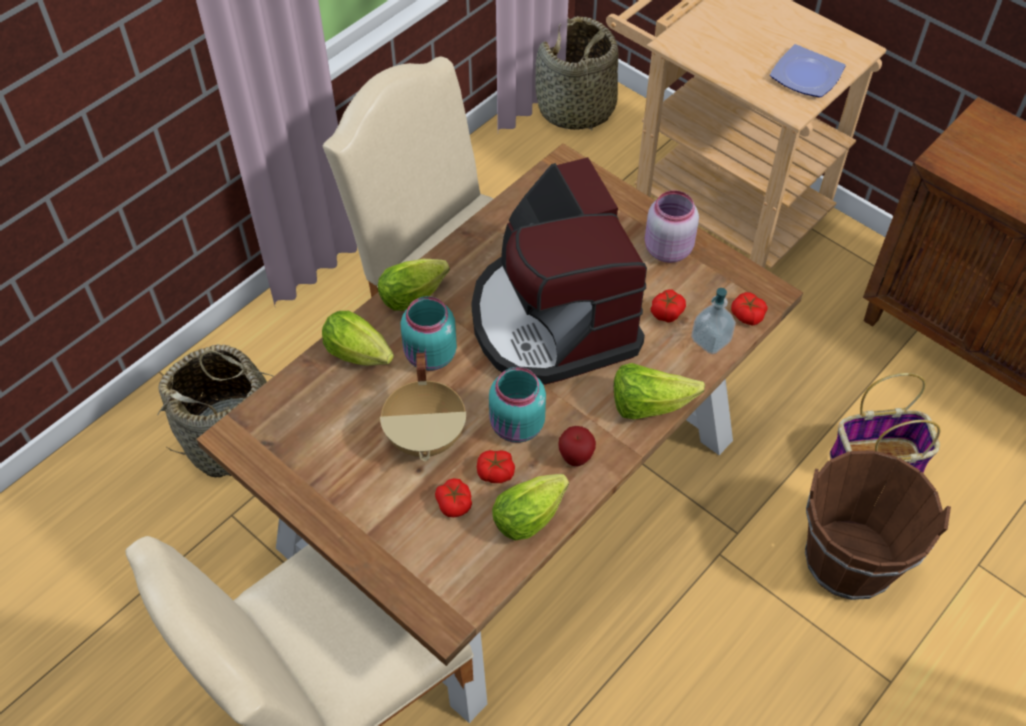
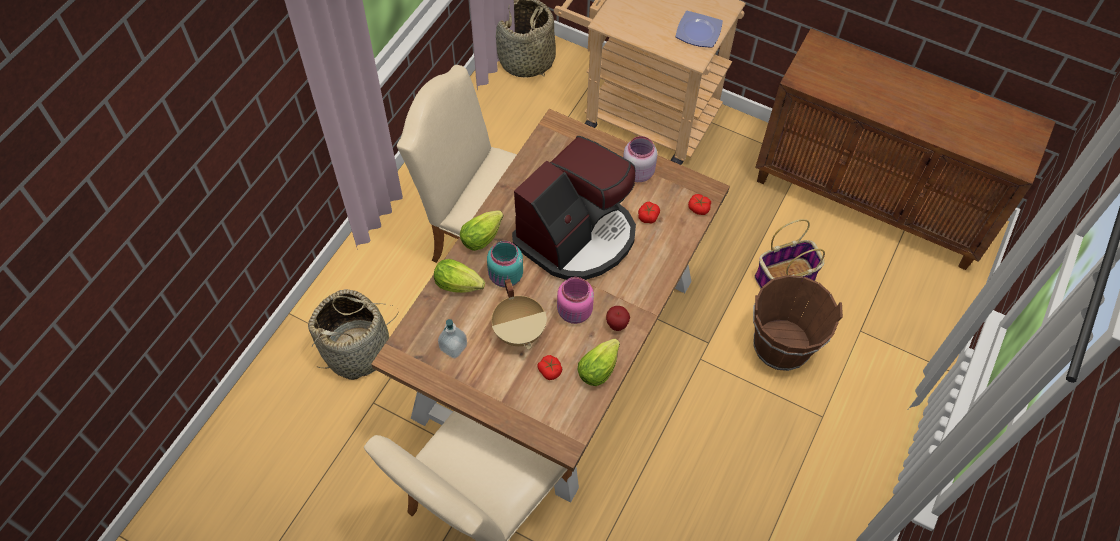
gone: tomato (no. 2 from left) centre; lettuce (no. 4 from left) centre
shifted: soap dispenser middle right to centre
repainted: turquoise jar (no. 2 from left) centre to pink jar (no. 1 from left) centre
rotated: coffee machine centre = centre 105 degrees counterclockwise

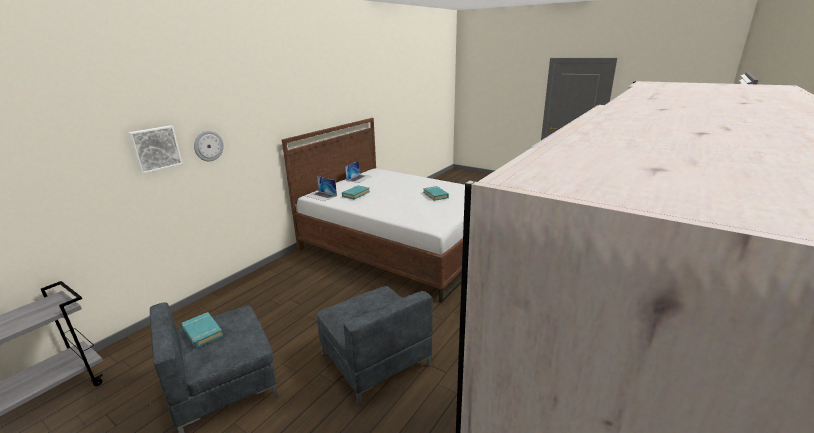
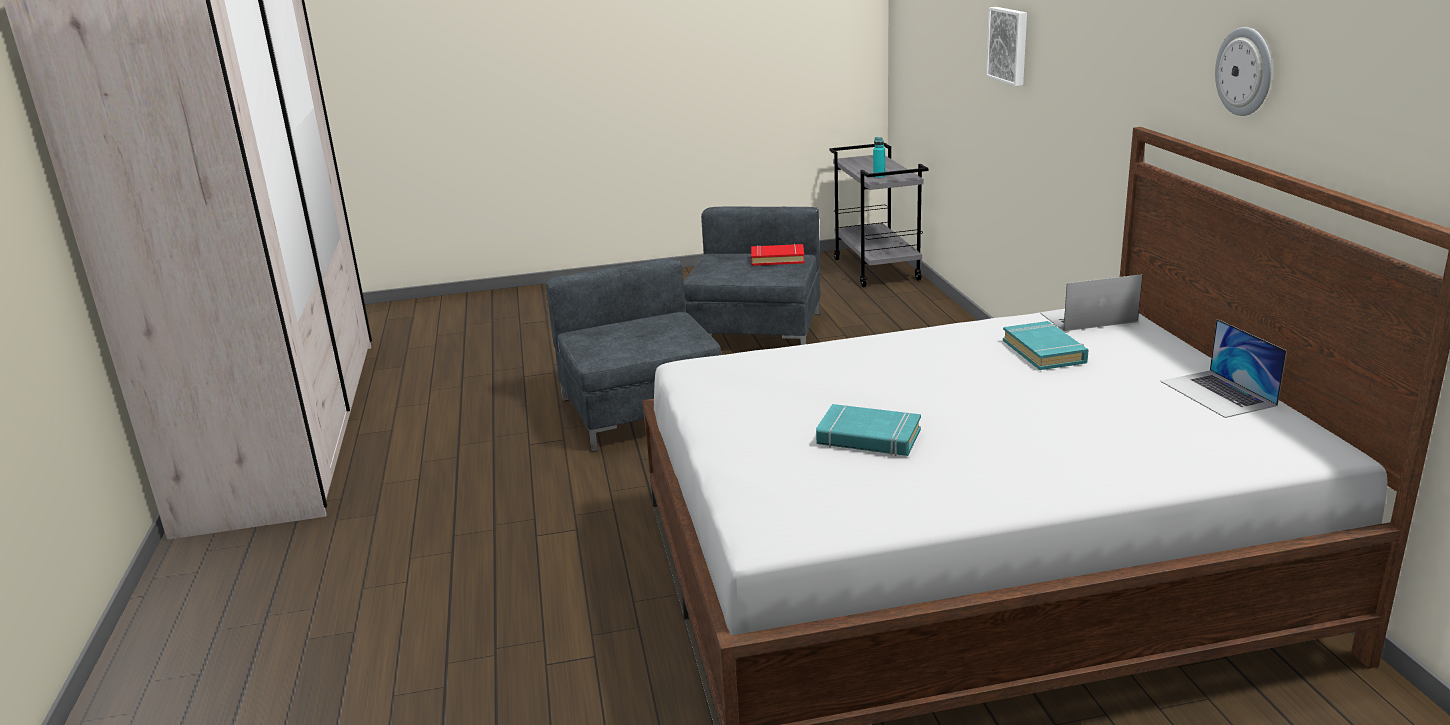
new: turquoise bottle top centre
shifted: wall clock middle left to top right
repainted: turquoise book (no. 1 from left) bottom left to red book centre
rotated: grey armchair (no. 2 from left in the first image) bottom centre = centre 60 degrees clockwise

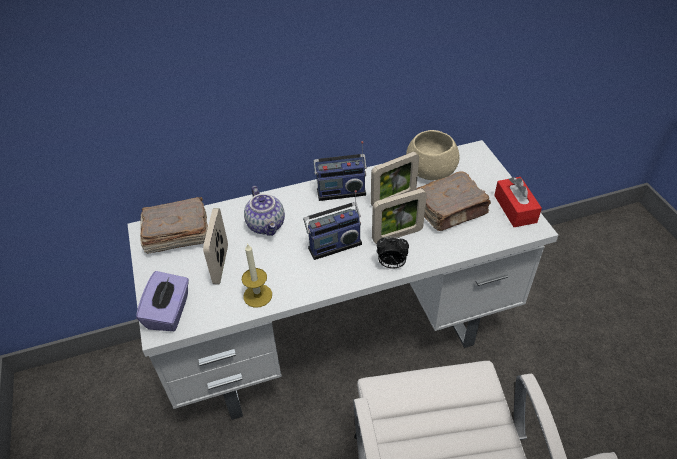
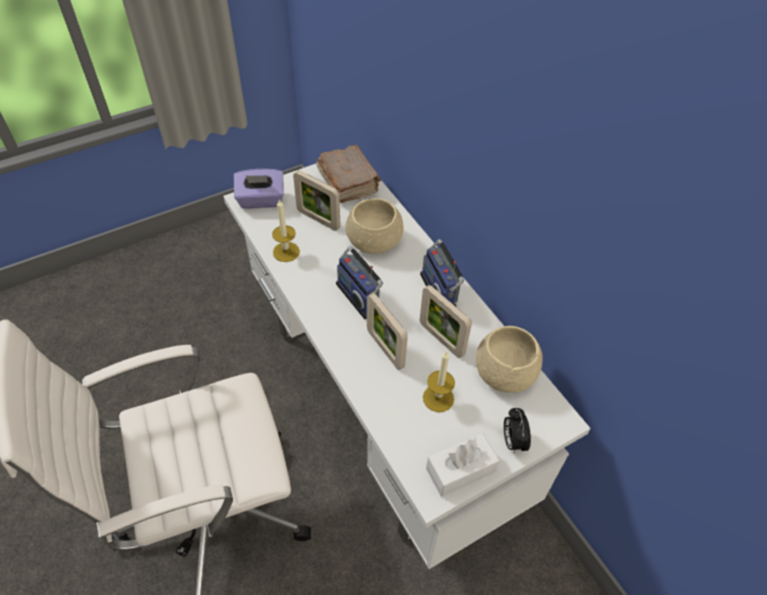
shifted: alarm clock centre to bottom right
swapped: teapot centre to beige bowl (no. 1 from left) centre; brown book (no. 2 from left) middle right to candle (no. 2 from left) centre
repainted: red tissue box middle right to white tissue box bottom centre
rotated: picture frame (no. 1 from left) middle left = centre 135 degrees counterclockwise

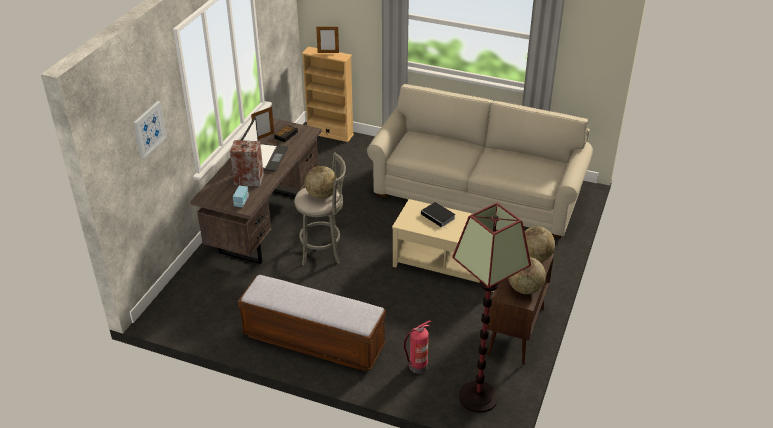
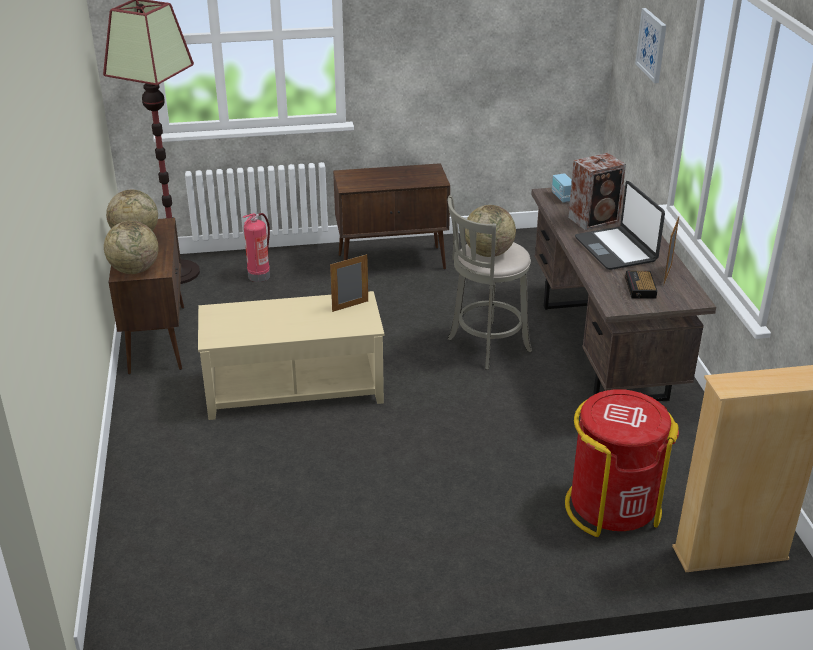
gone: beige sofa centre; book centre
new: red trash can bottom right
shifted: picture frame (no. 2 from left in the first image) top centre to picture frame (no. 1 from left) centre
swapped: bench bottom centre to brown cabinet (no. 2 from left) top centre

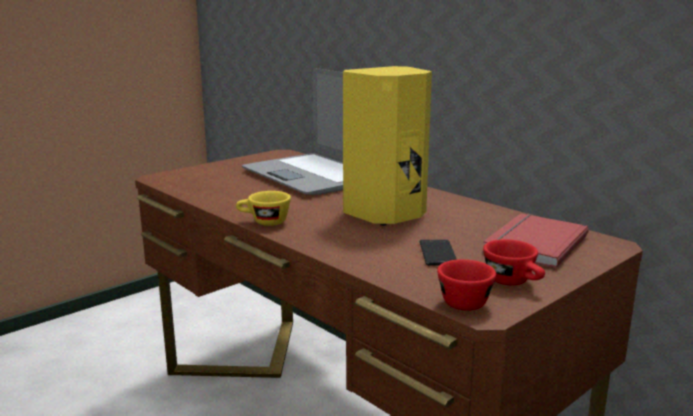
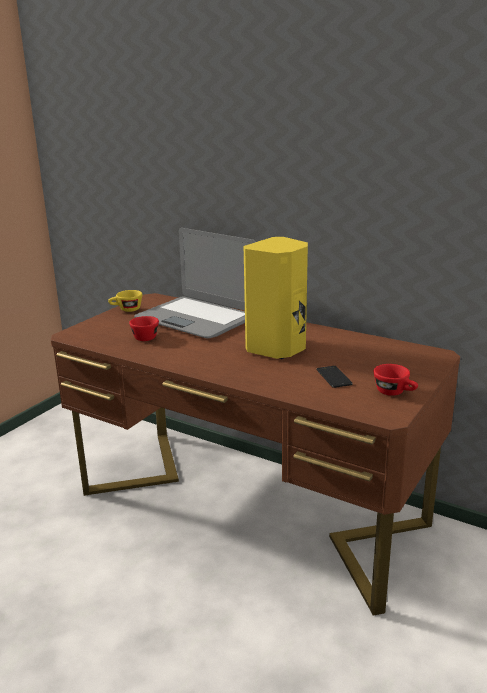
gone: red book middle right
shifted: yellow cup centre to middle left; red cup (no. 1 from left) bottom right to middle left

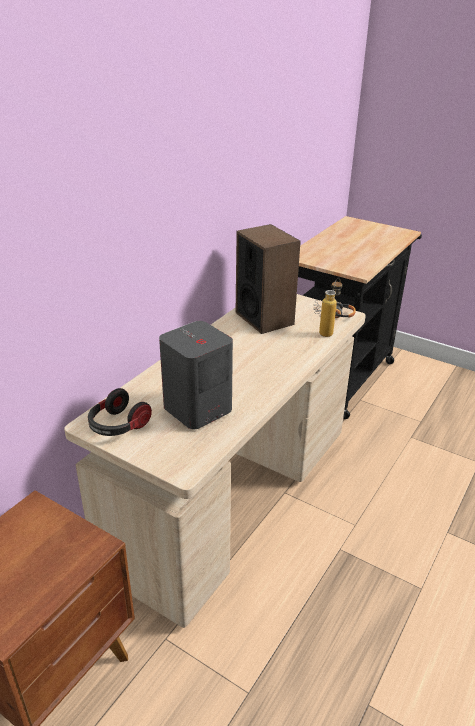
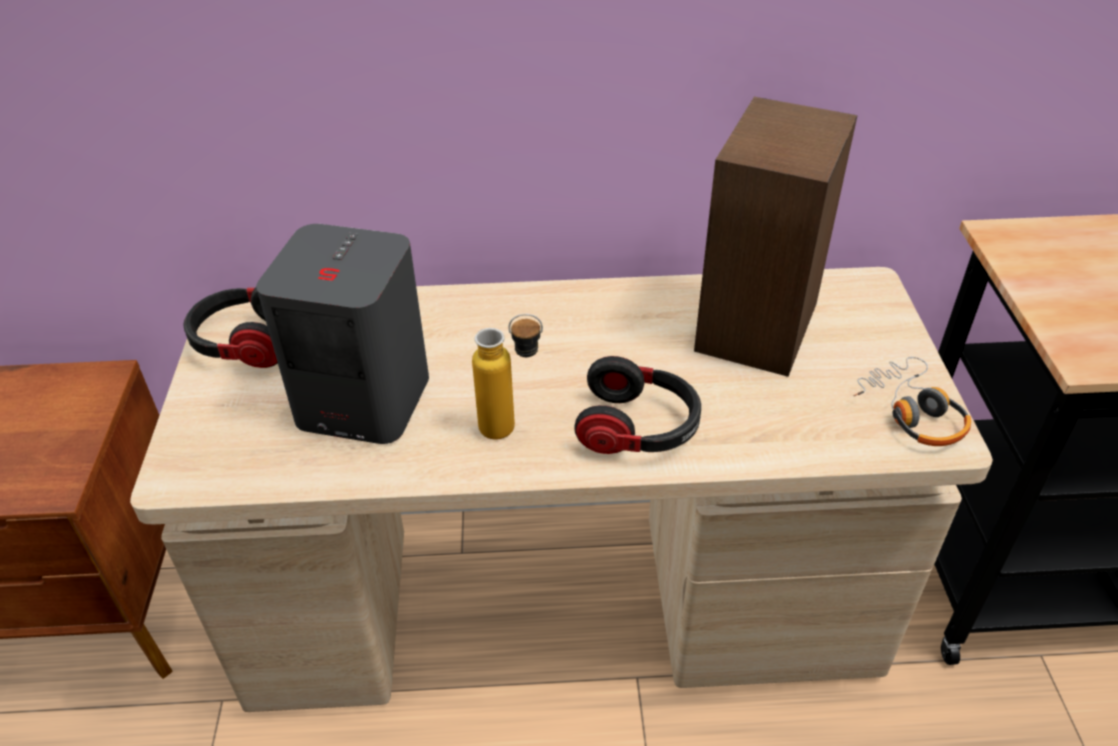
new: headphones (no. 2 from left) centre
shifted: bottle middle right to centre

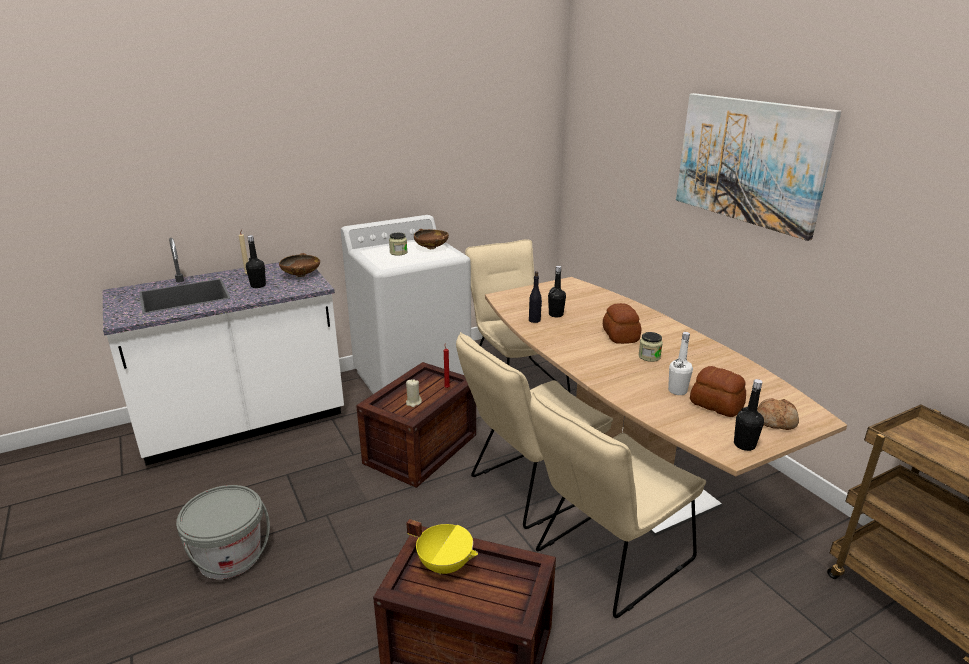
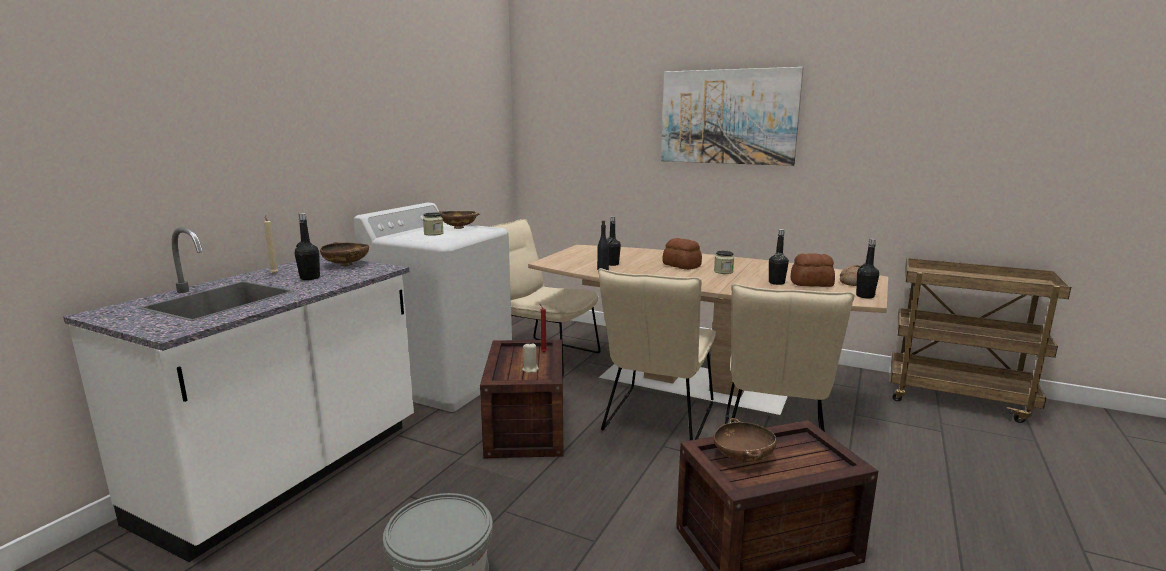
swapped: yellow cooking pot bottom centre to brown bowl (no. 3 from left) bottom centre
repainted: white bottle middle right to black bottle (no. 4 from left) middle right

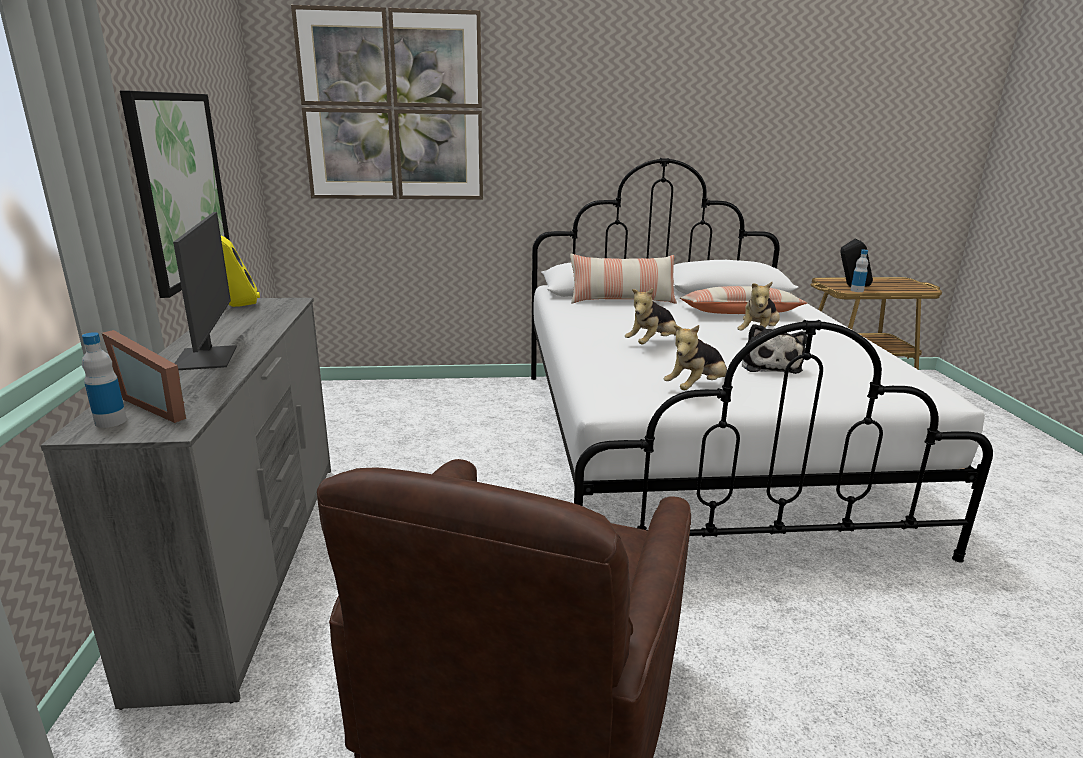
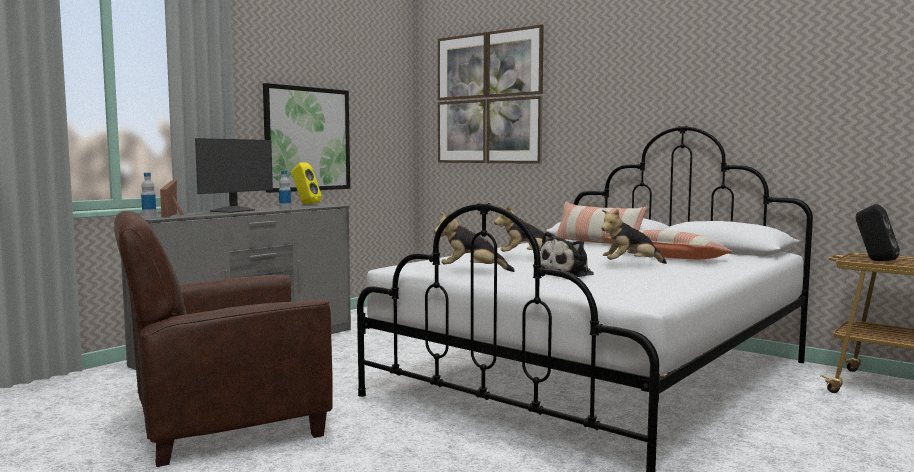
shifted: bottle (no. 2 from left) middle right to middle left

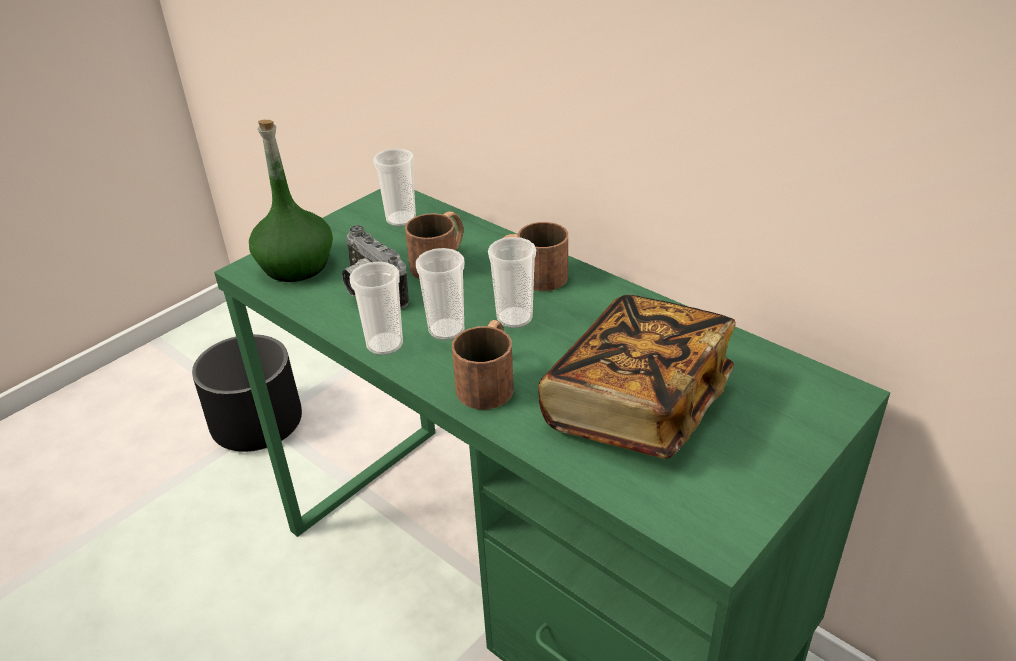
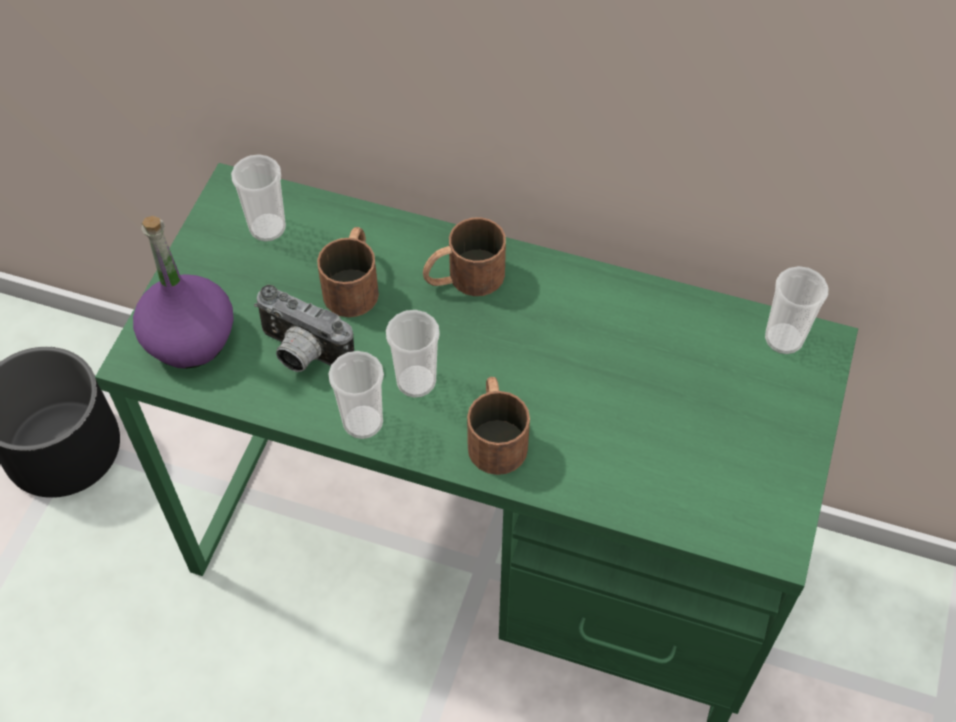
gone: book centre
shifted: cup (no. 4 from left) centre to middle right
repainted: green bottle top left to purple bottle middle left

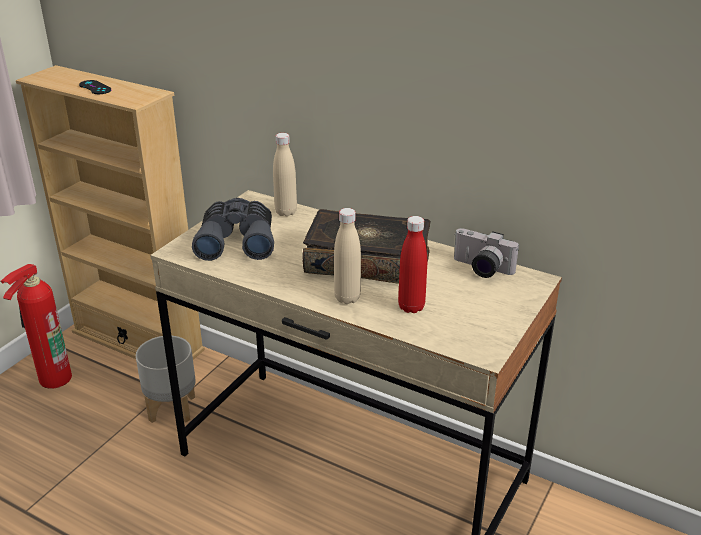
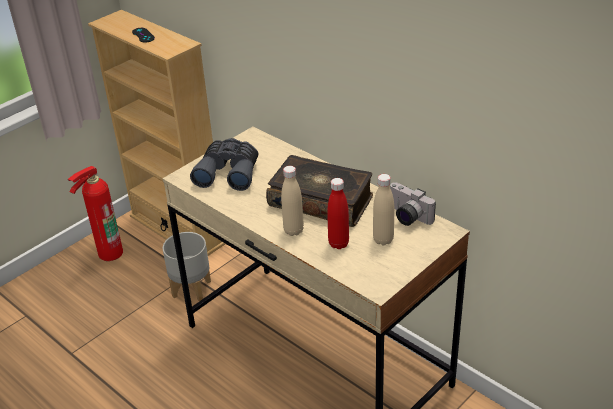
shifted: beige bottle (no. 1 from left in the first image) top centre to beige bottle (no. 2 from left) centre

